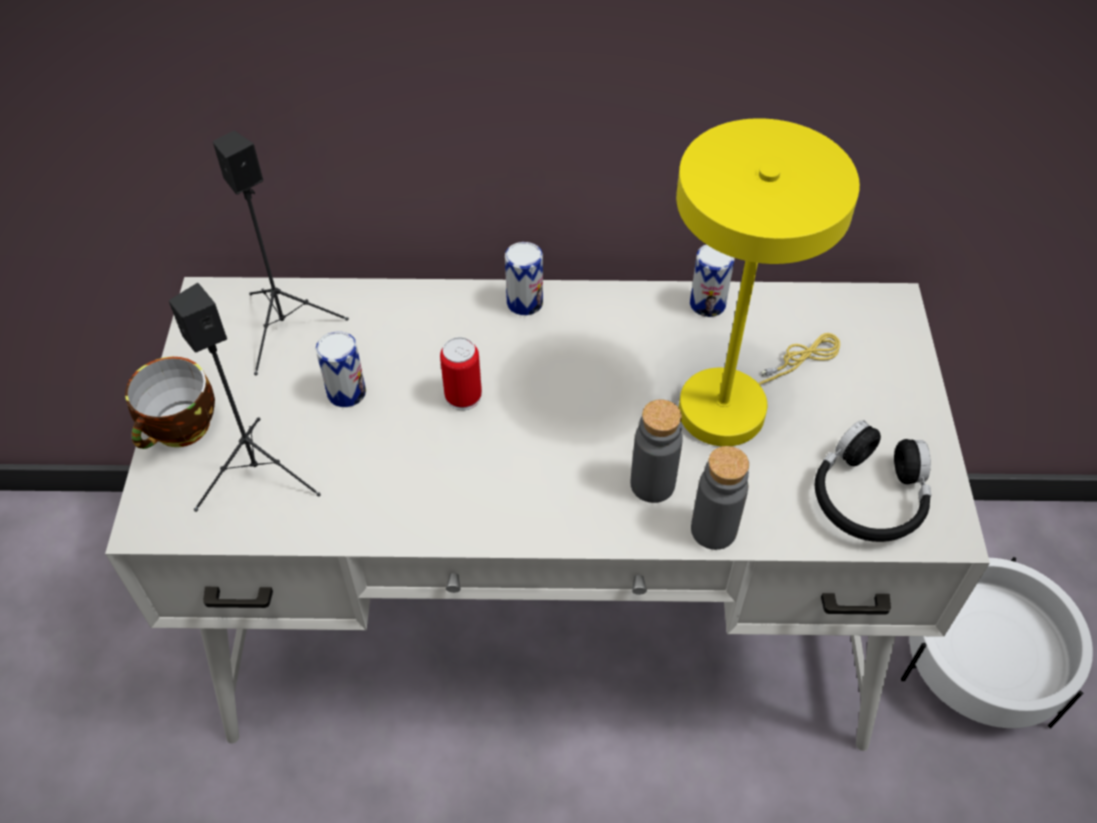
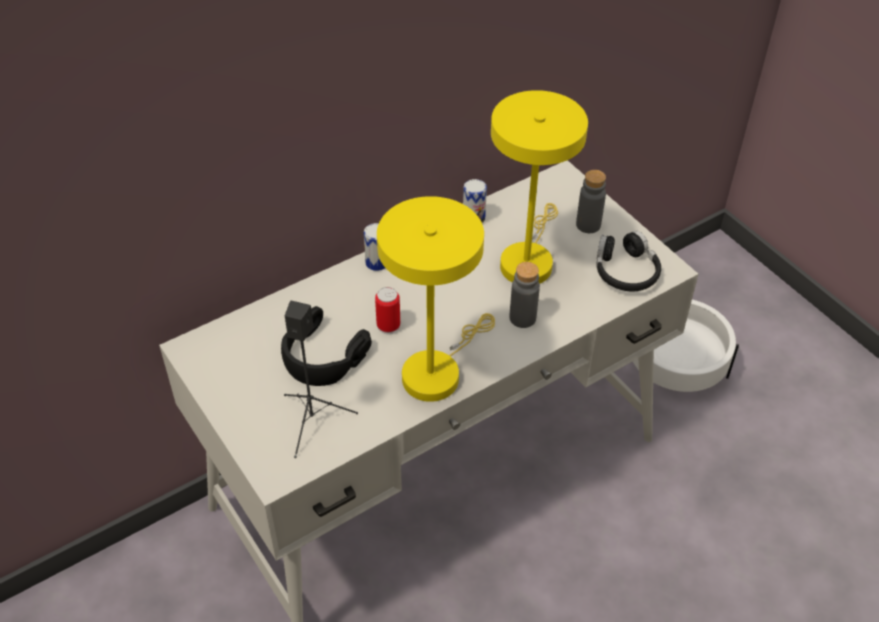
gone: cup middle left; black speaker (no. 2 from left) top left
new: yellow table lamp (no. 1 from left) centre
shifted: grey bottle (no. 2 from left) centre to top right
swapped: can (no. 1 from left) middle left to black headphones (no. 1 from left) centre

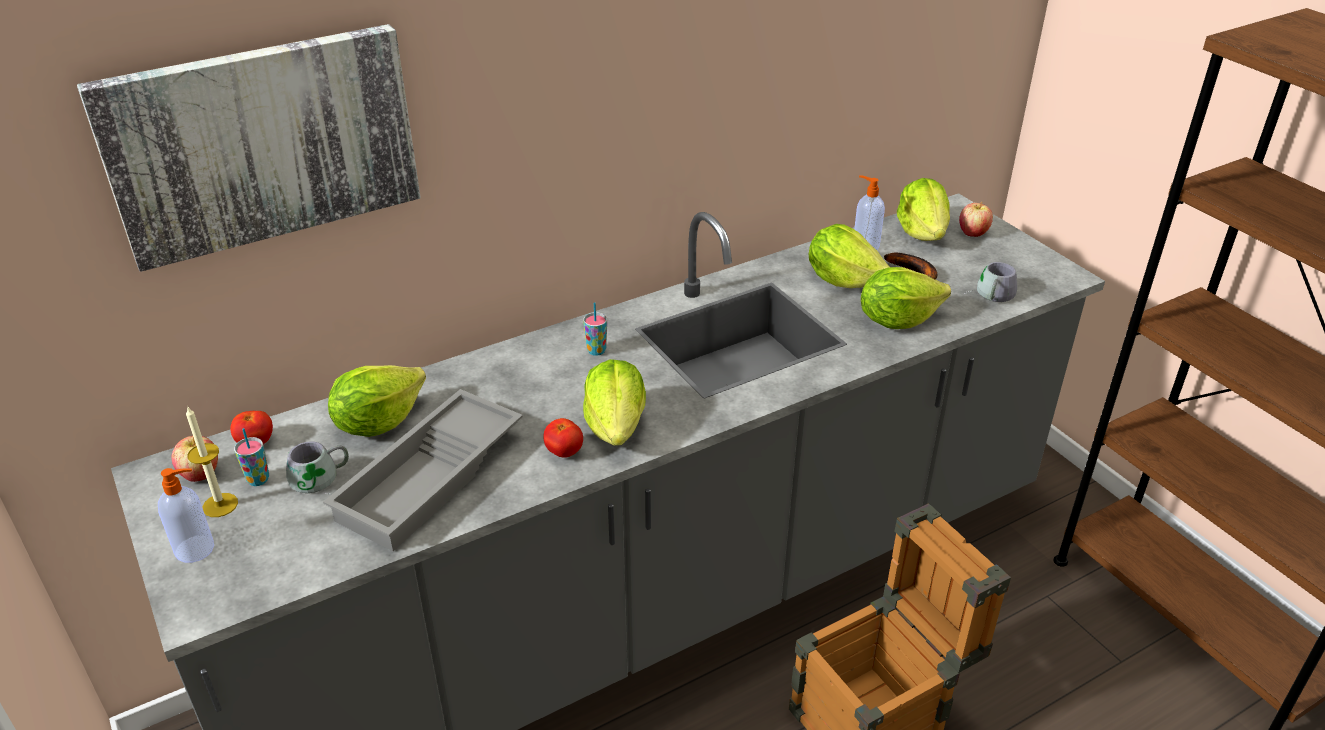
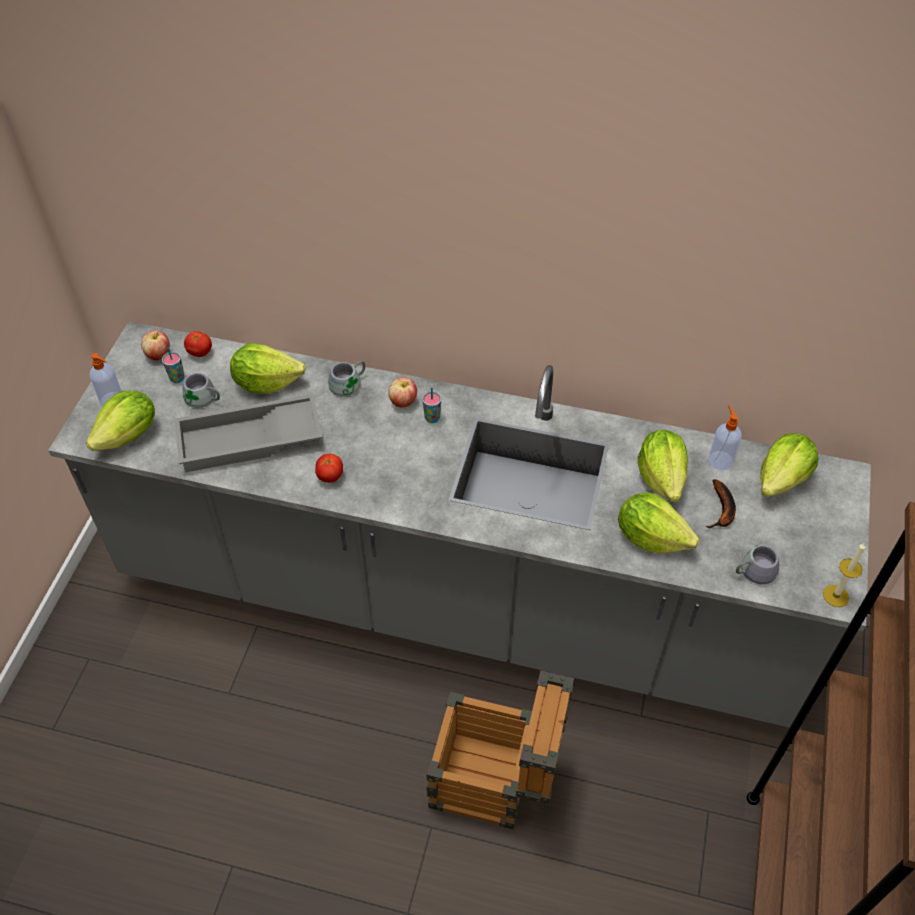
gone: picture top left
new: grey mug (no. 2 from left) centre
shifted: candle middle left to middle right; lettuce (no. 2 from left in the first image) centre to lettuce (no. 1 from left) middle left; apple (no. 2 from left) top right to centre

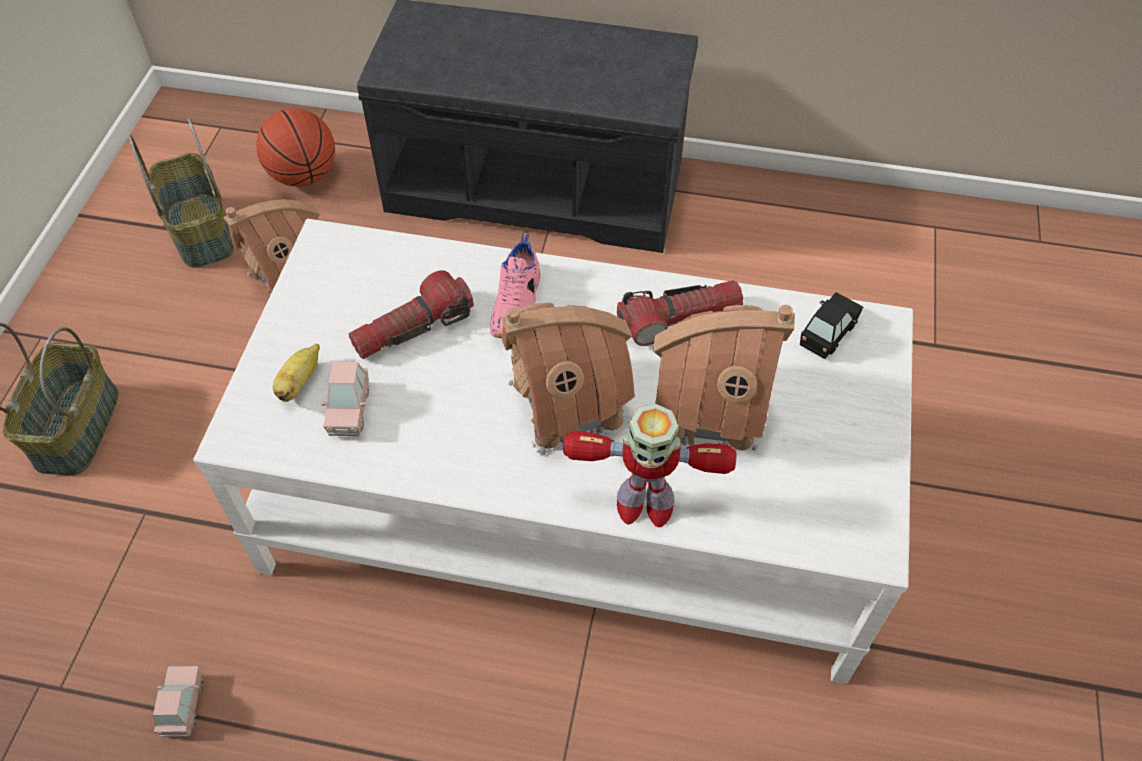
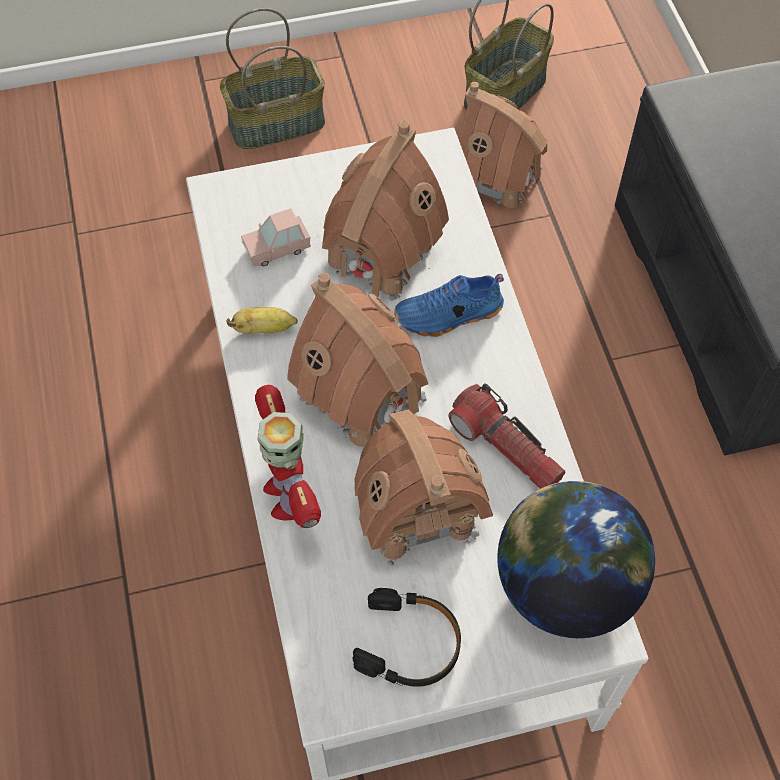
gone: pink toy car (no. 1 from left) bottom left; basketball top left
new: black headphones bottom centre
shifted: banana middle left to centre
swapped: flashlight (no. 1 from left) centre to toy house (no. 2 from left) top centre; black toy car middle right to globe bottom right
repainted: pink shoe centre to blue shoe centre

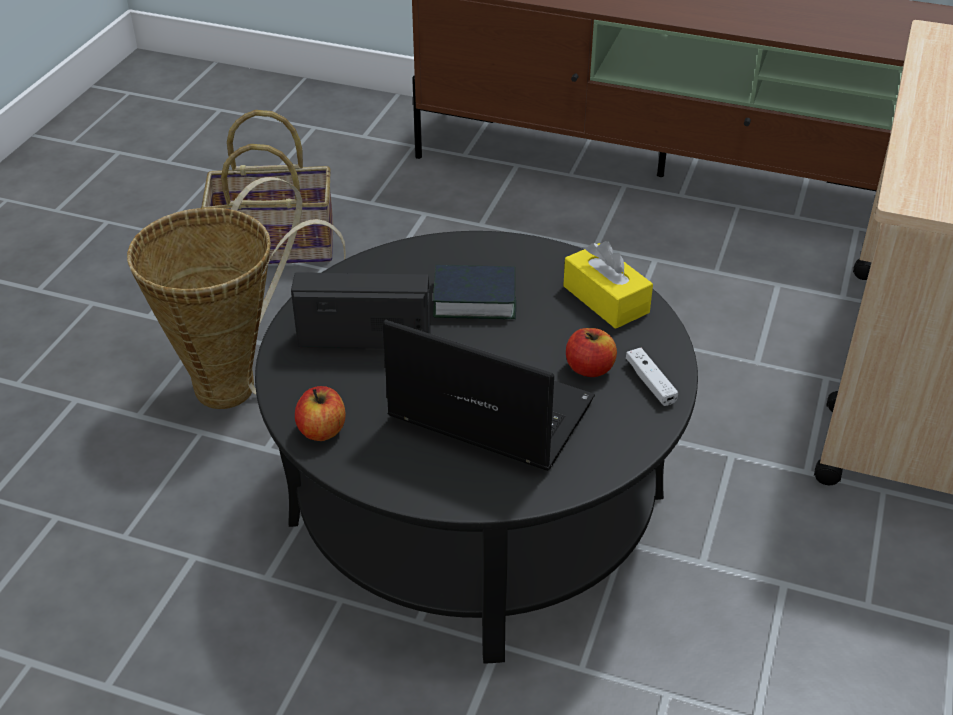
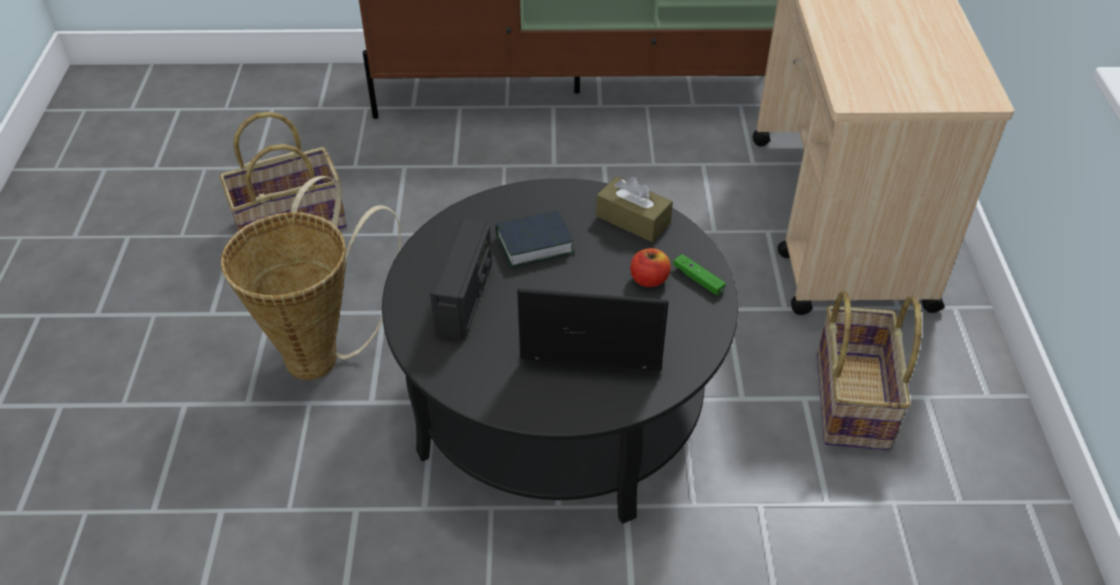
gone: apple (no. 1 from left) centre
new: basket (no. 3 from left) middle right
repainted: yellow tissue box centre to brown tissue box centre; white game controller middle right to green game controller centre
rotated: radio centre = centre 120 degrees clockwise

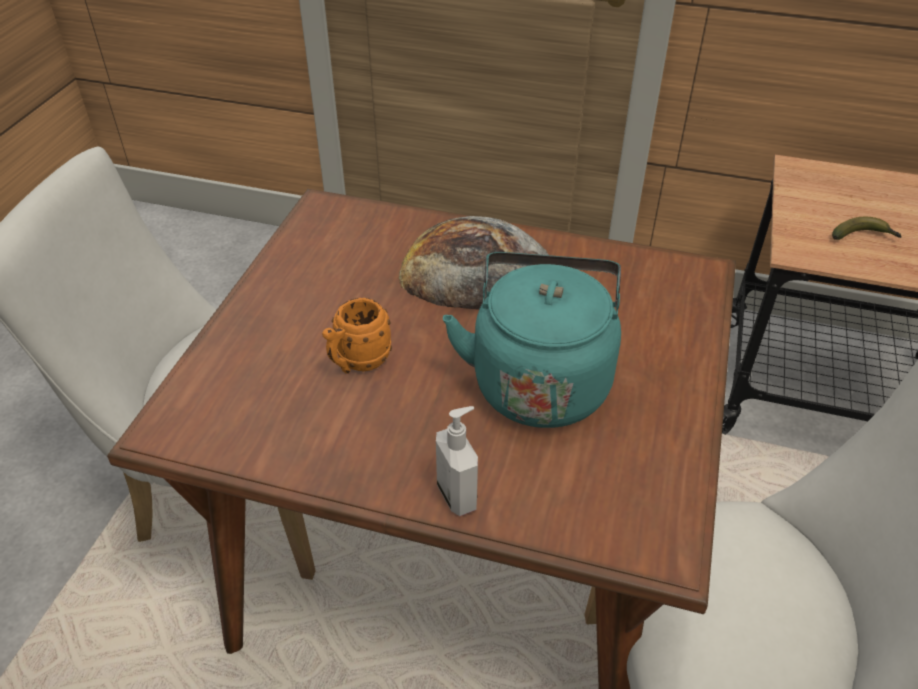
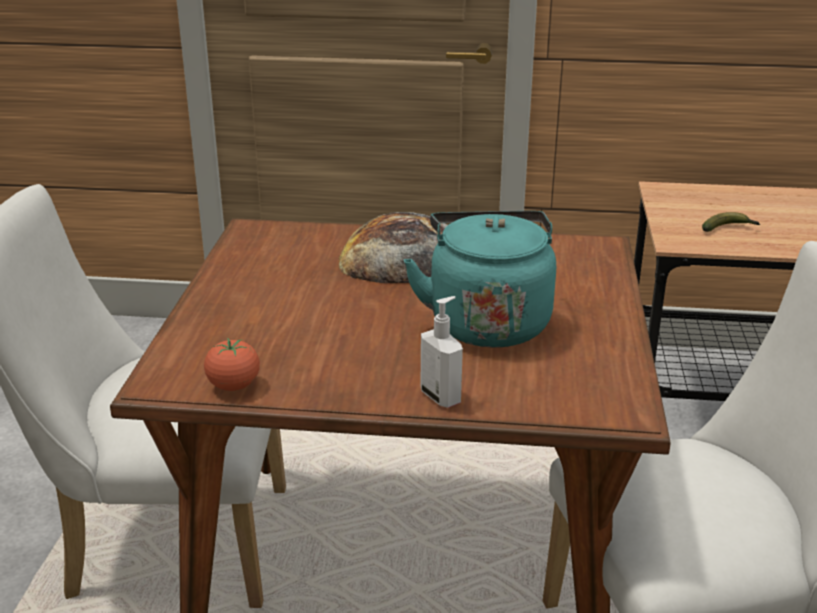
gone: orange mug centre
new: tomato middle left

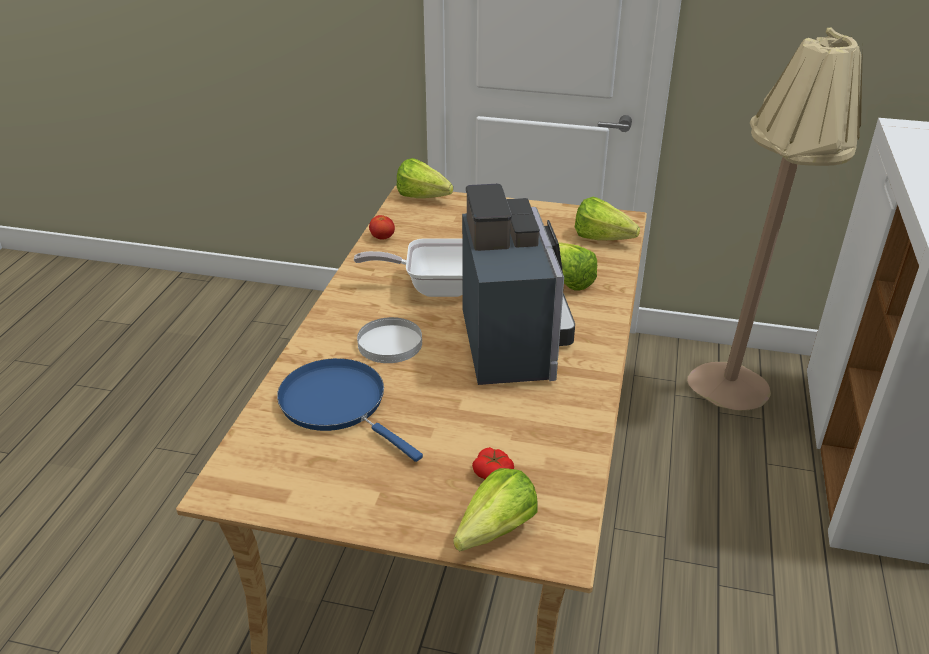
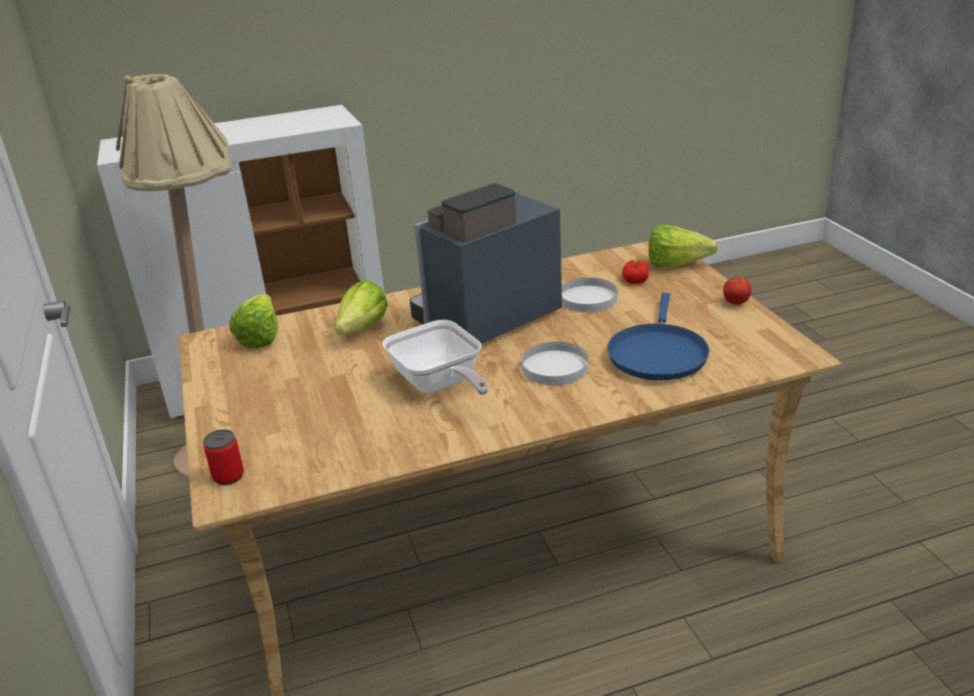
new: white plate (no. 2 from left) centre
shifted: tomato (no. 1 from left in the first image) centre to tomato (no. 2 from left) middle right
swapped: lettuce (no. 1 from left) top centre to can middle left

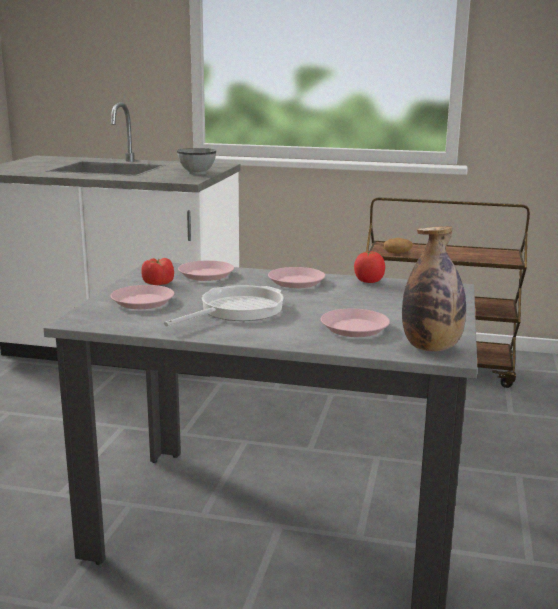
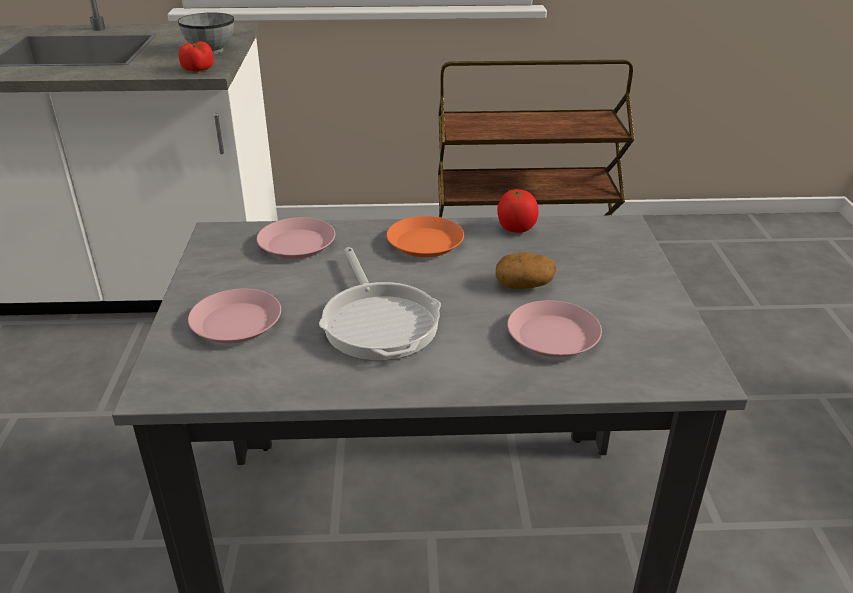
gone: bottle middle right
shifted: tomato (no. 1 from left) middle left to top left; potato middle right to centre
repainted: pink plate (no. 3 from left) centre to orange plate centre
rotated: frying pan centre = centre 135 degrees clockwise

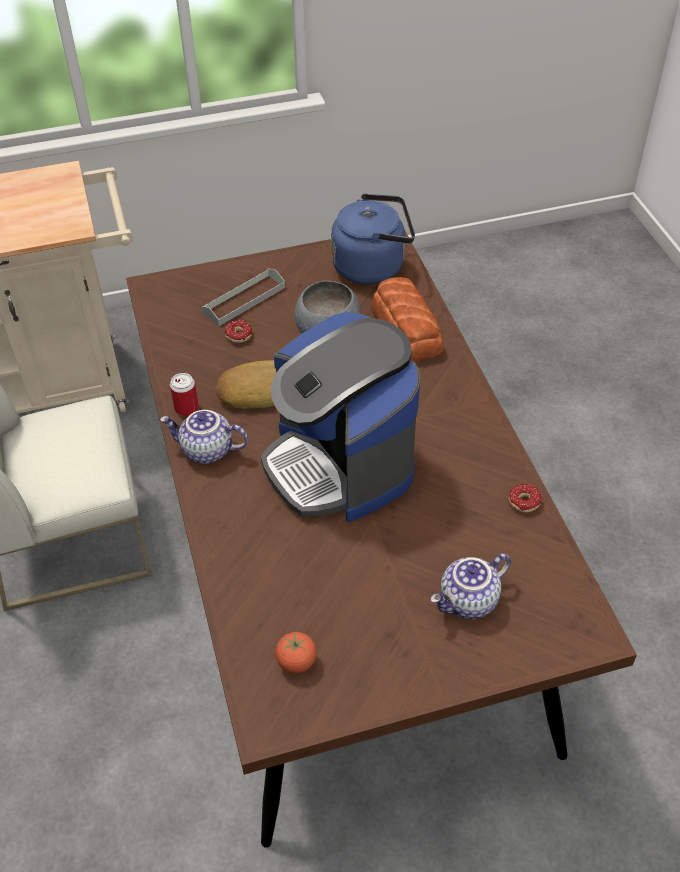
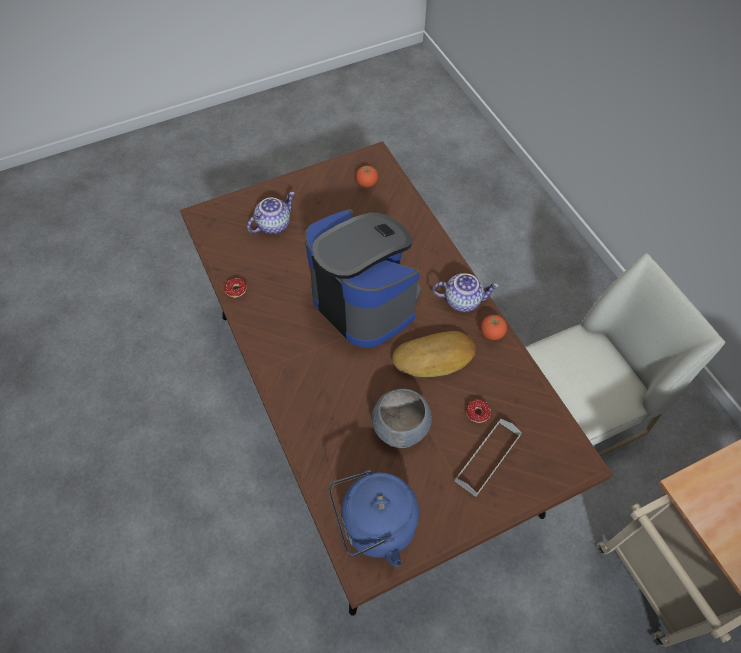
gone: bread (no. 2 from left) centre
swapped: can middle left to tomato (no. 2 from left) middle right

